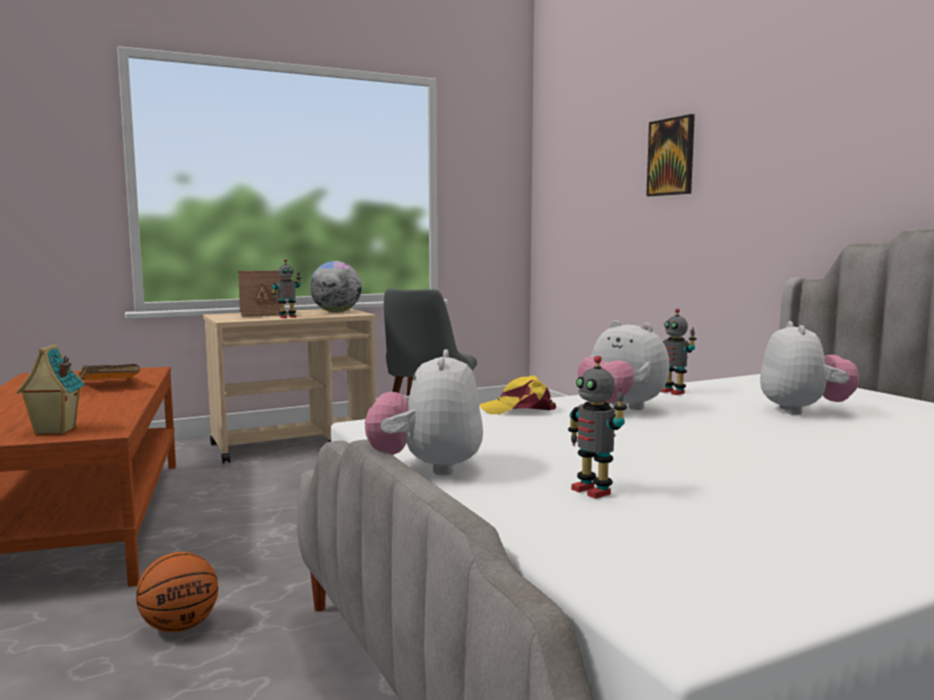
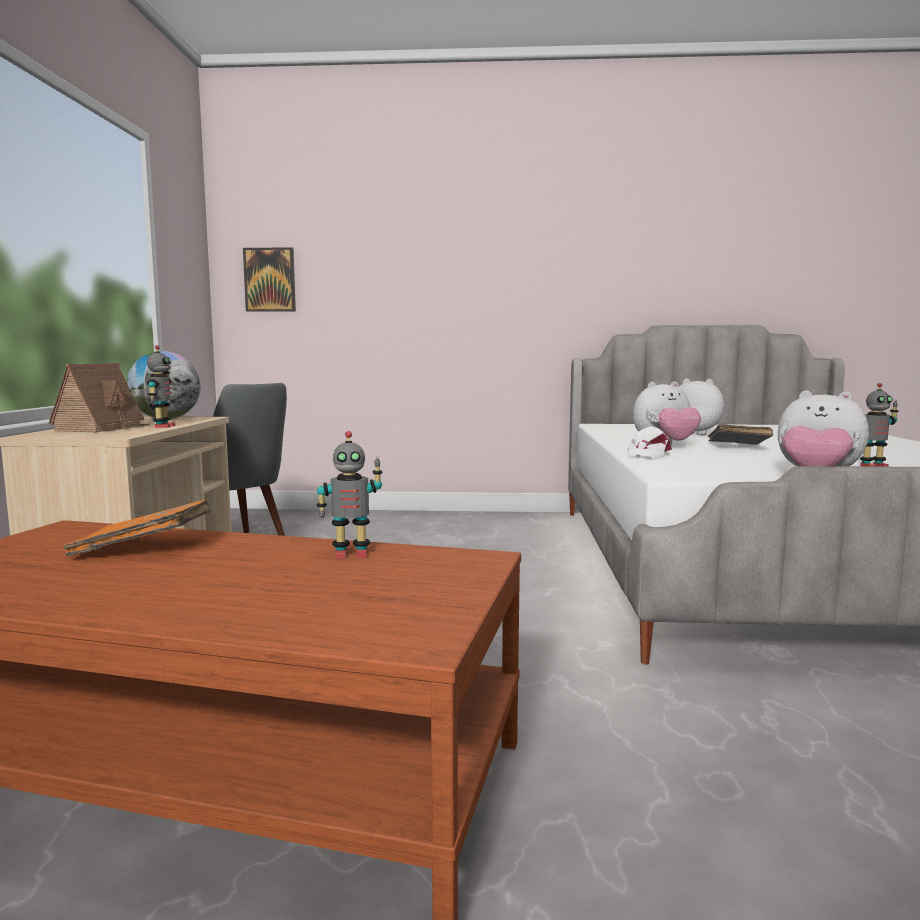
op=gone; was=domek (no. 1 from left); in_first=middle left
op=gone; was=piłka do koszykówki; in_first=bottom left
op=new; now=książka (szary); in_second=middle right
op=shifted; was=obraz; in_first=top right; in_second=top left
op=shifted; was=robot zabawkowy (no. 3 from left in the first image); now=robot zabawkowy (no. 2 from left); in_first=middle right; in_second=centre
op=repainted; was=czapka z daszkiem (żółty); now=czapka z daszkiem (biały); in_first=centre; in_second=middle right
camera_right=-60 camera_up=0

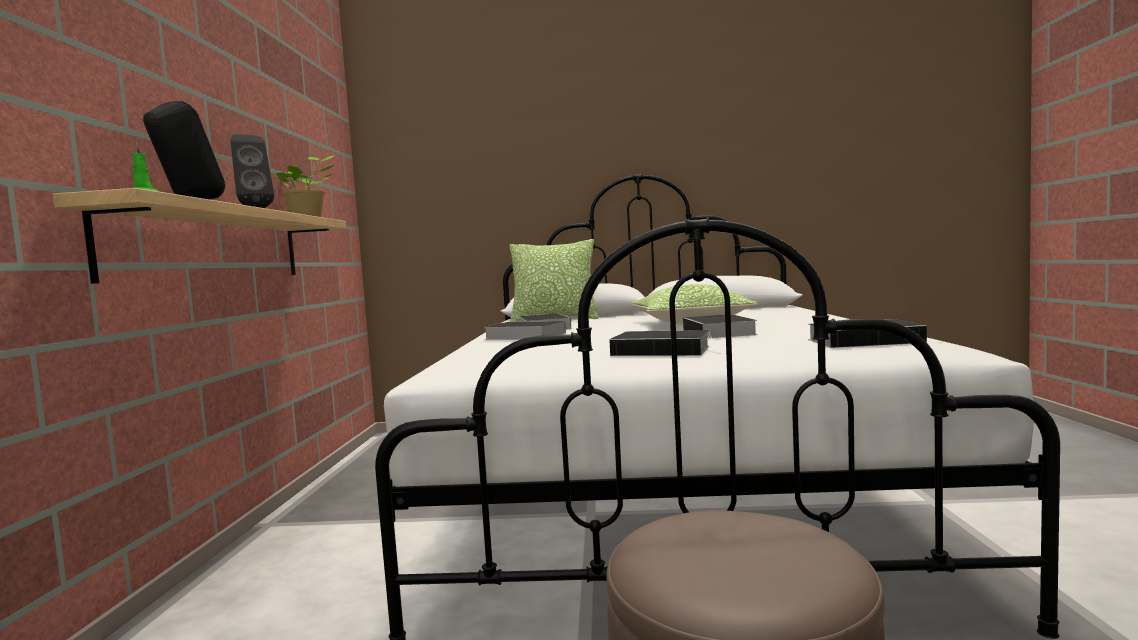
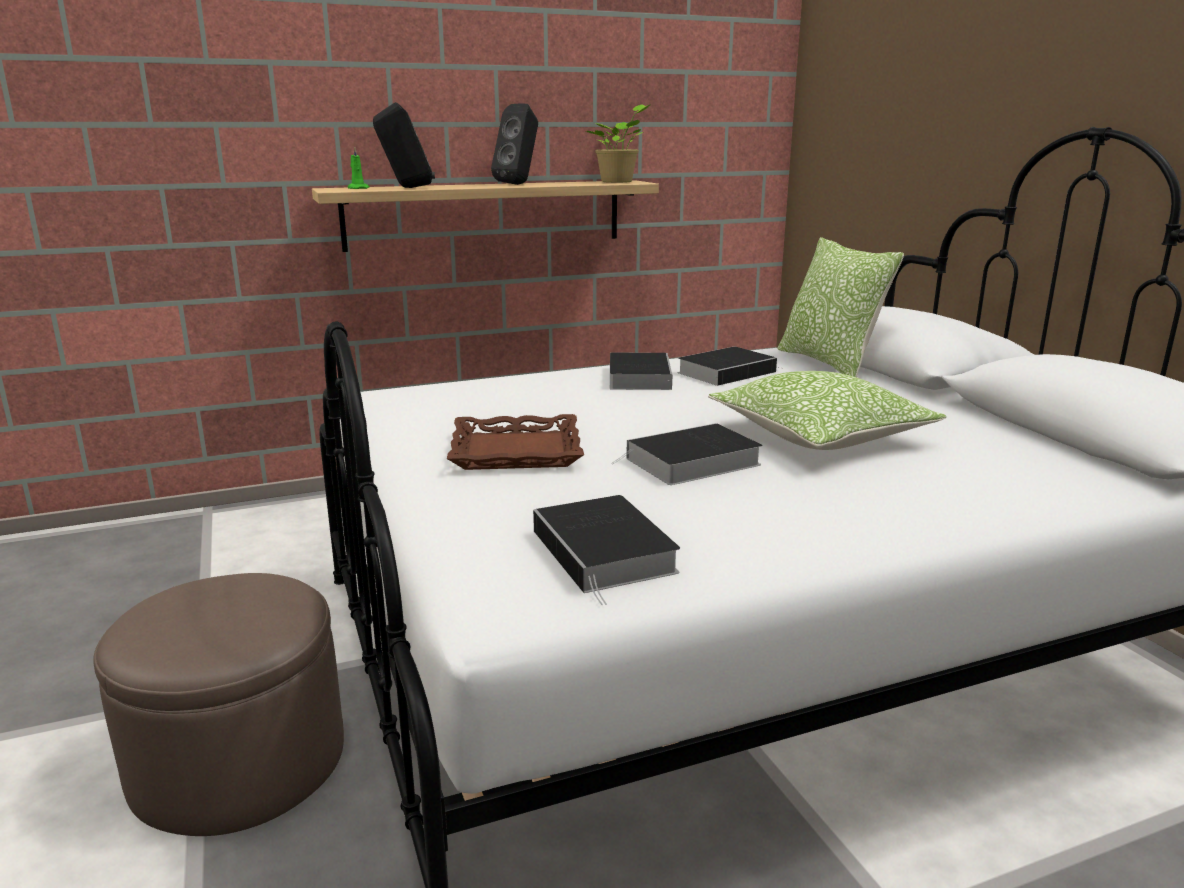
op=swapped; was=książka (no. 3 from left); now=taca (brązowy); in_first=centre; in_second=centre
camera_right=65 camera_up=15

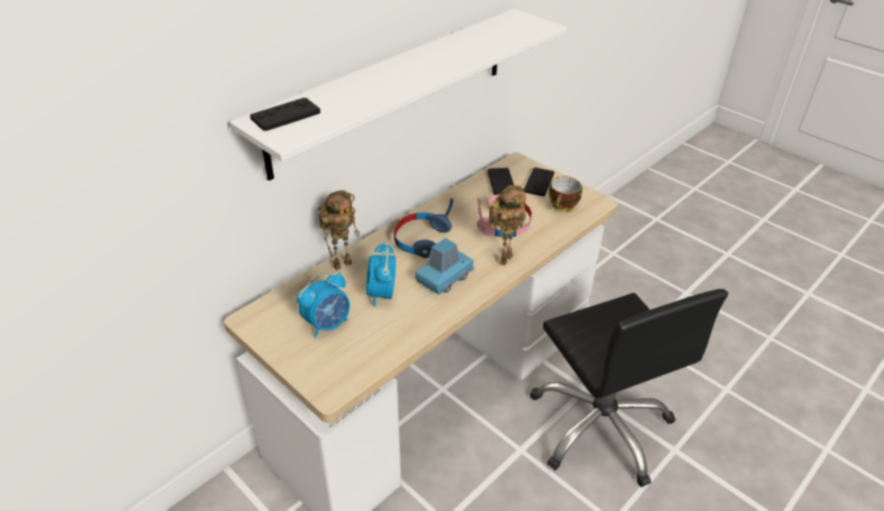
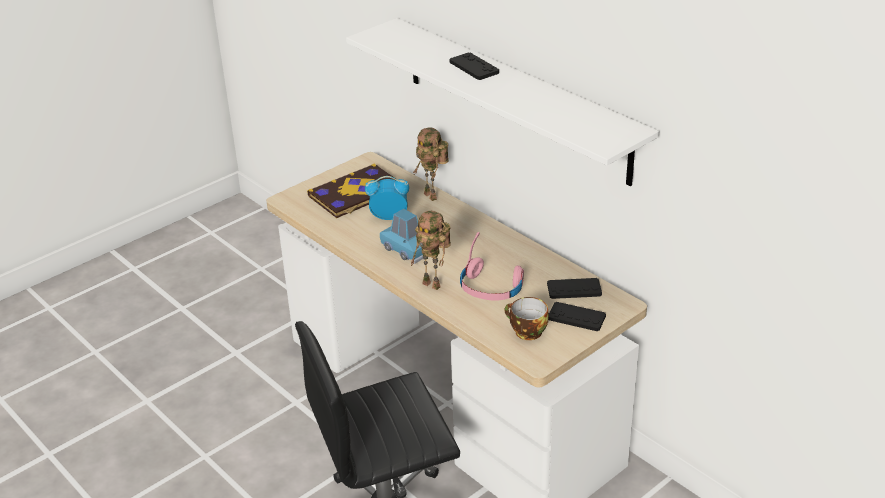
op=gone; was=słuchawki (niebieski); in_first=centre
op=shifted; was=pad do gier (czarny) (no. 1 from left); in_first=top left; in_second=top centre
op=swapped; was=budzik (no. 1 from left); now=książka; in_first=centre; in_second=centre
camera_right=95 camera_up=-5

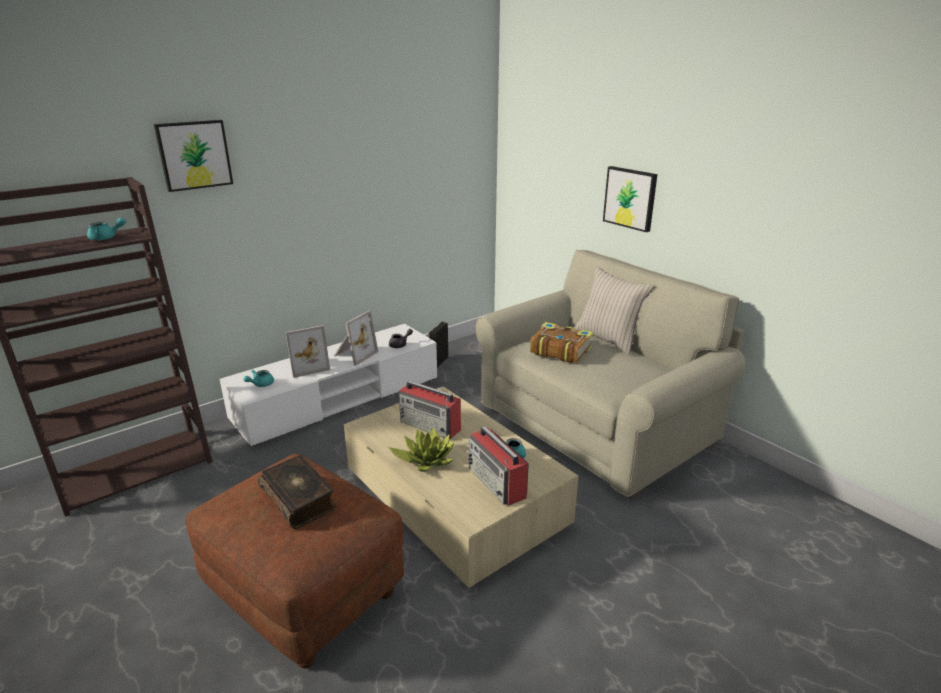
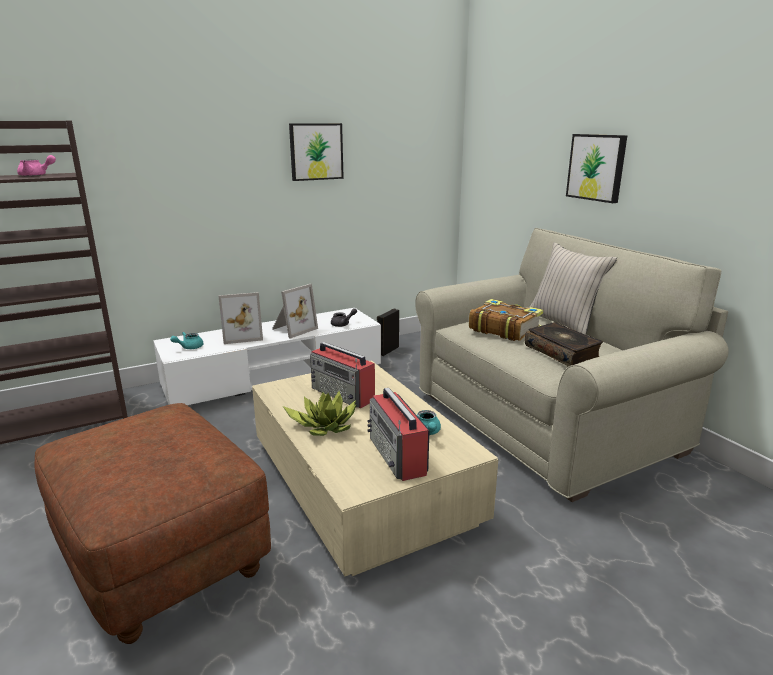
op=shifted; was=obraz (no. 1 from left); in_first=top left; in_second=top centre
op=shifted; was=książka (no. 1 from left in the first image); now=książka (no. 2 from left); in_first=bottom left; in_second=middle right
op=repainted; was=imbryk (turkusowy) (no. 1 from left); now=imbryk (różowy); in_first=top left; in_second=top left
camera_right=10 camera_up=-5

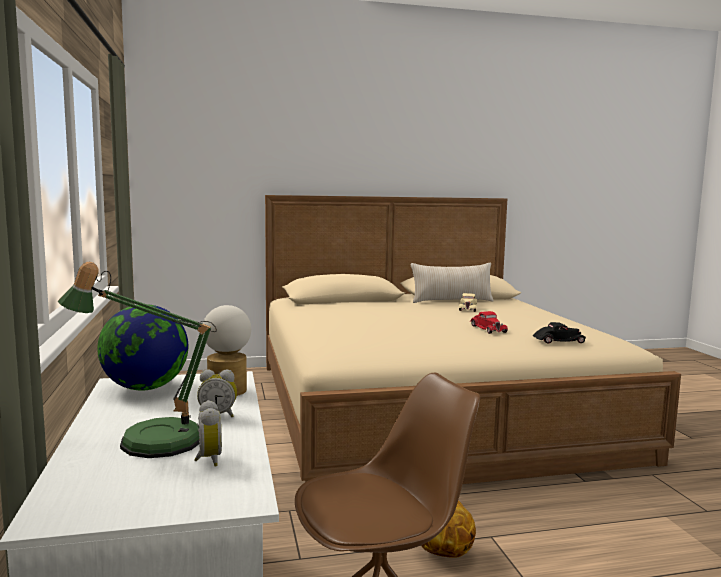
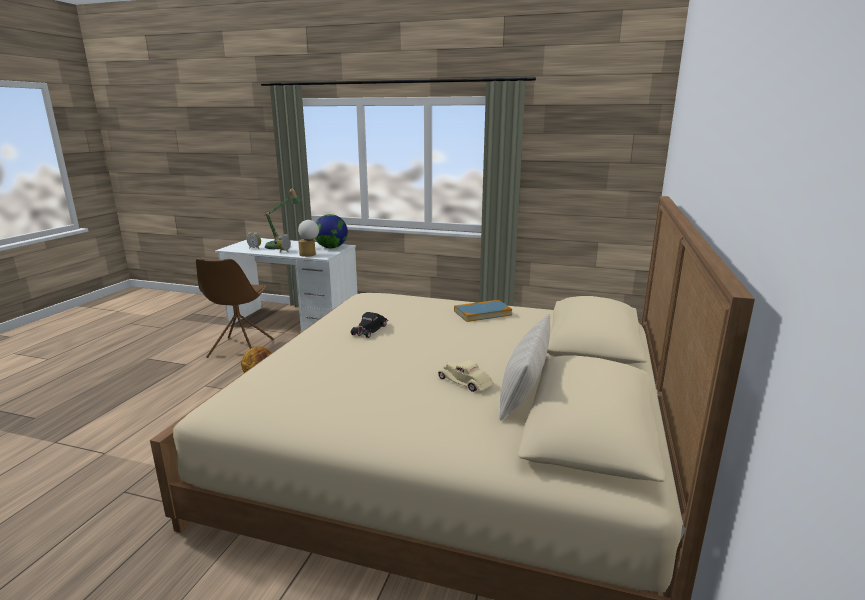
op=gone; was=samochodzik (czerwony); in_first=middle right
op=new; now=książka; in_second=centre
op=shifted; was=samochodzik (czarny); in_first=middle right; in_second=centre
camera_right=120 camera_up=10

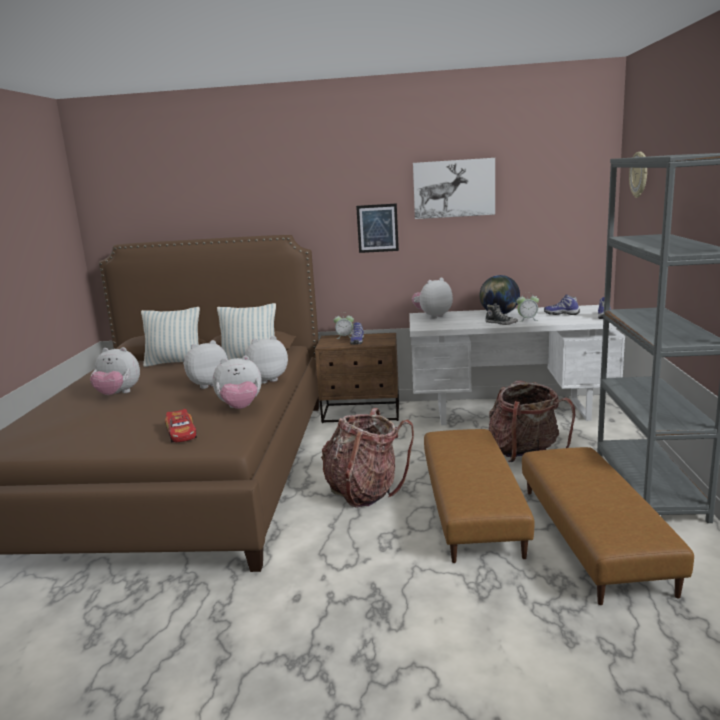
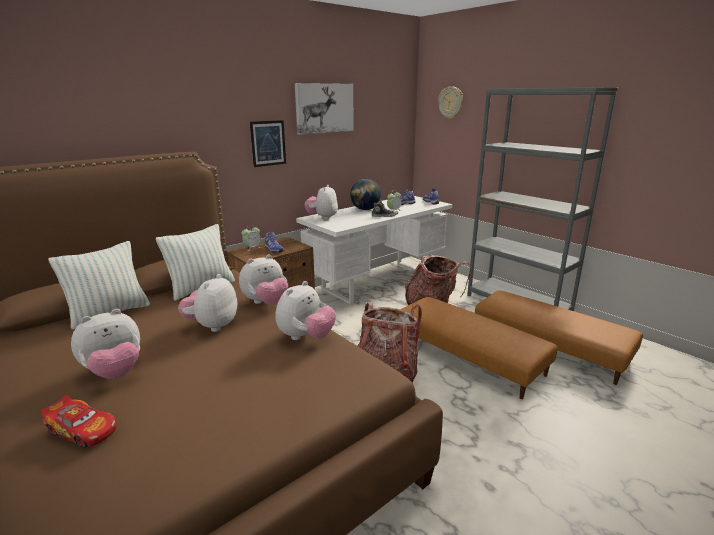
op=shifted; was=samochodzik; in_first=middle left; in_second=bottom left
op=rotated; was=pluszak (no. 4 from left in the first image); in_first=centre; in_second=centre; clockwise=-150
camera_right=-45 camera_up=5

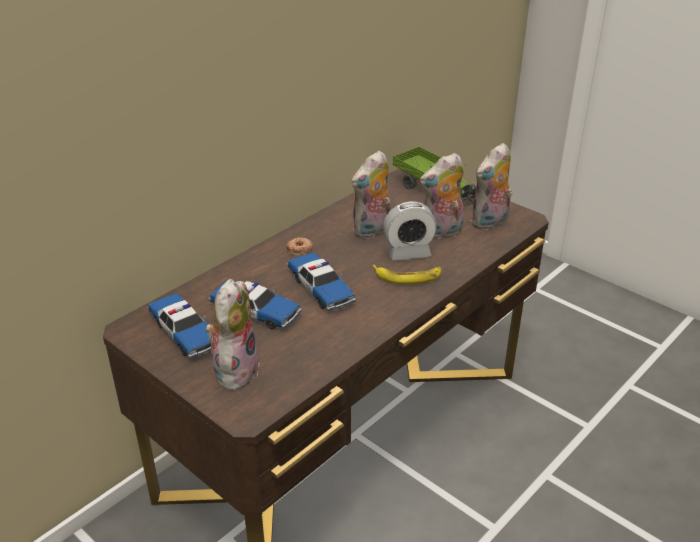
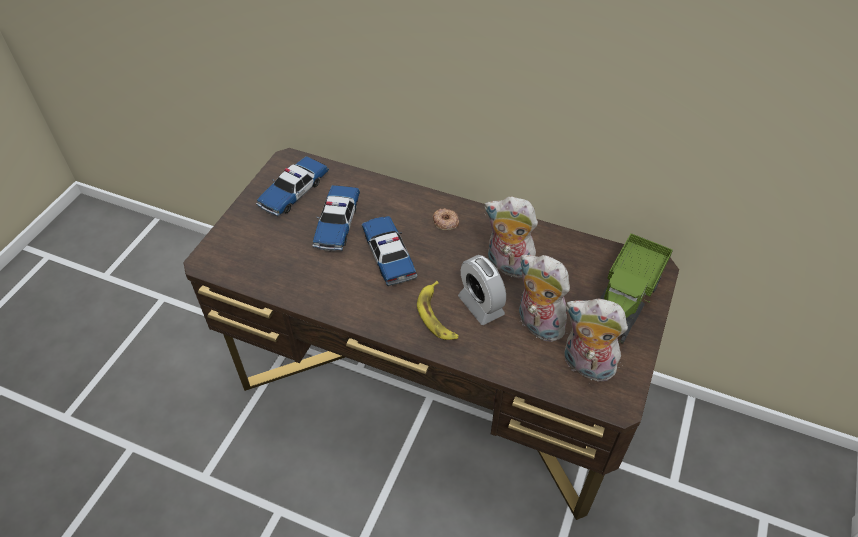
op=gone; was=pluszak (no. 1 from left); in_first=middle left
op=rotated; was=samochodzik (no. 3 from left); in_first=centre; in_second=centre; clockwise=120
camera_right=70 camera_up=15

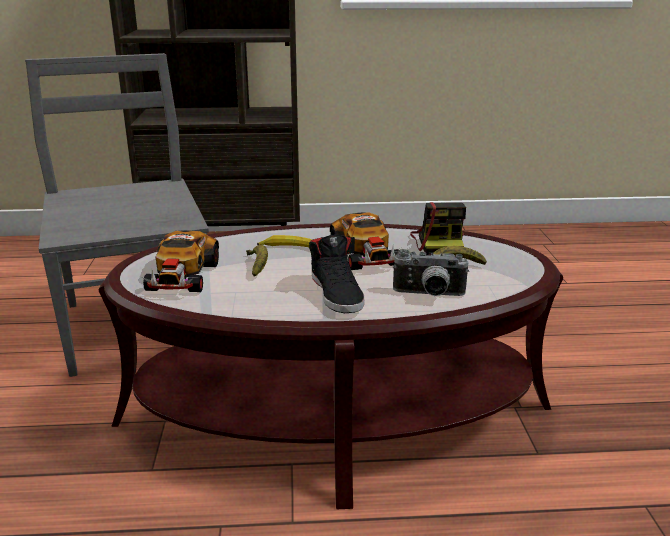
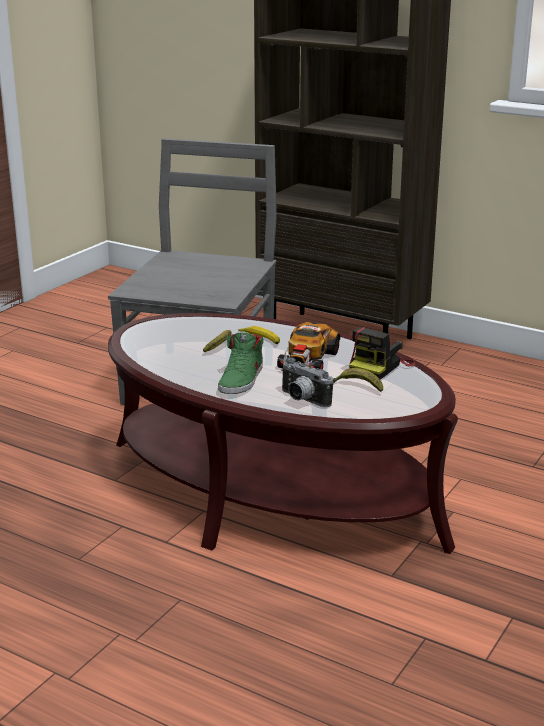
op=gone; was=samochodzik (no. 1 from left); in_first=middle left
op=repainted; was=but (czarny); now=but (zielony); in_first=centre; in_second=centre
camera_right=35 camera_up=0

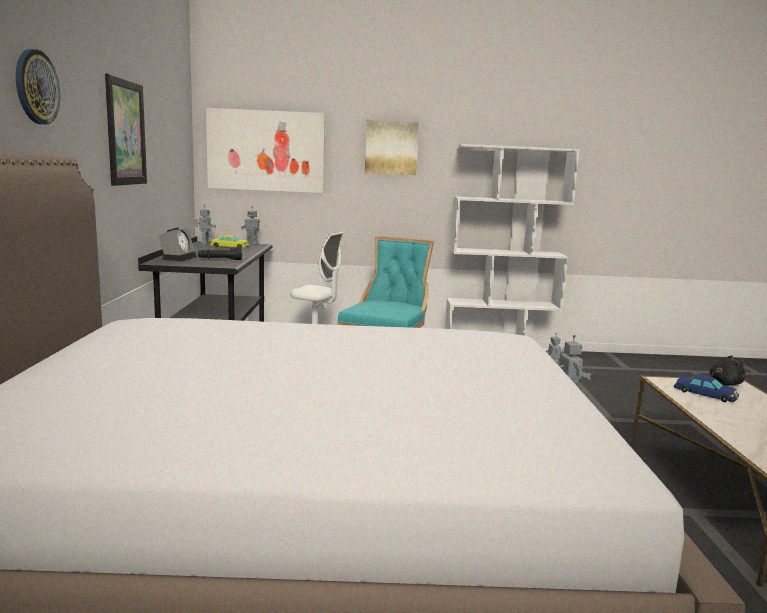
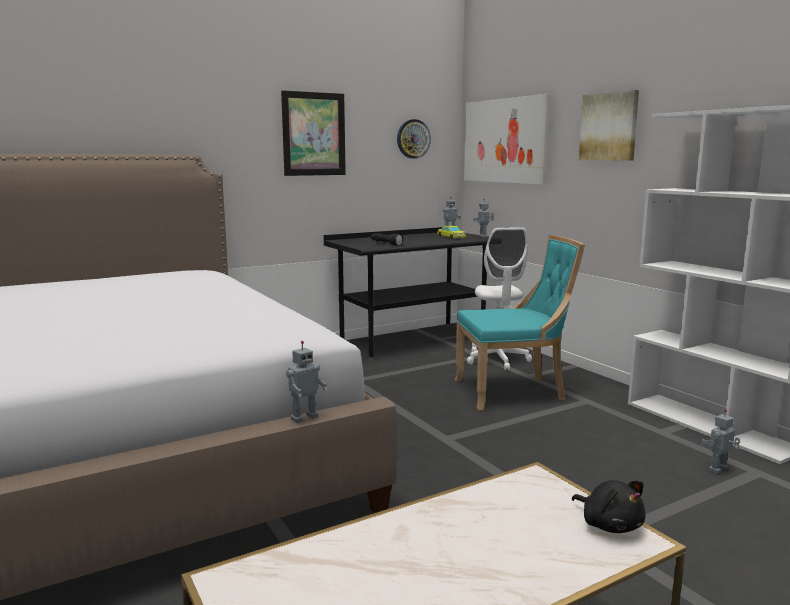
op=gone; was=budzik; in_first=middle left
op=gone; was=samochodzik (niebieski); in_first=middle right
op=shifted; was=zegar ścienny; in_first=top left; in_second=top centre
camera_right=60 camera_up=0

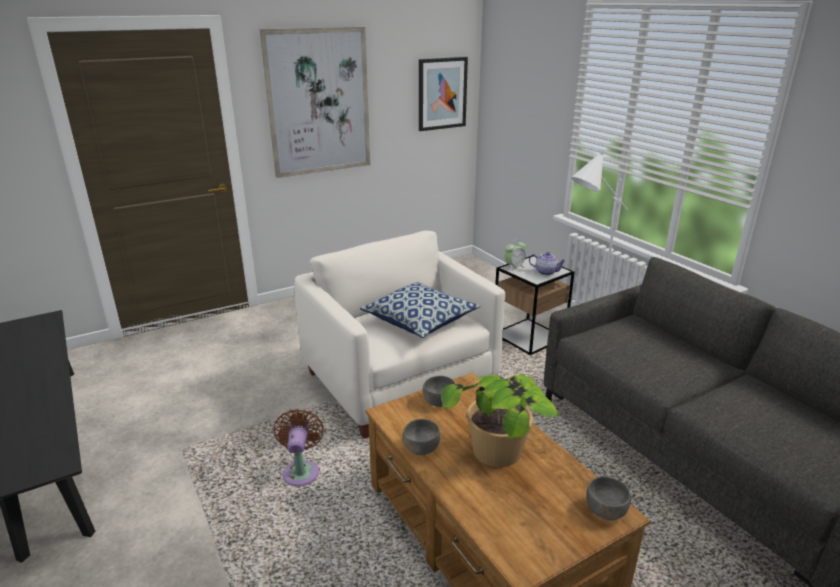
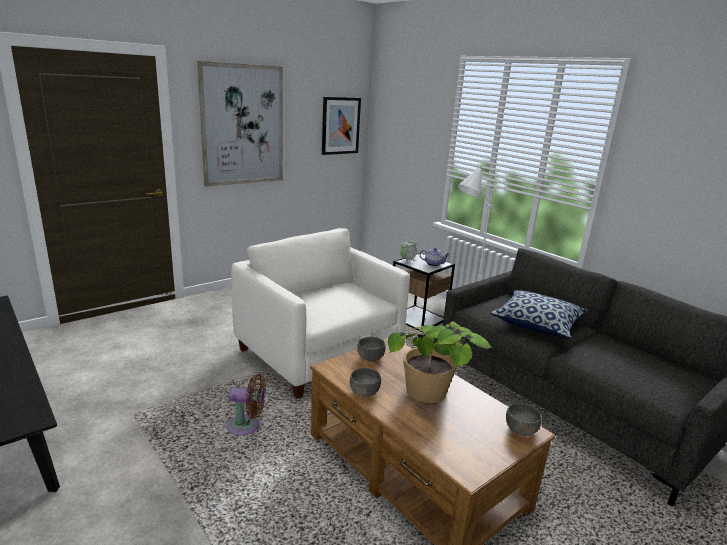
op=shifted; was=poduszka; in_first=centre; in_second=middle right
op=rotated; was=wentylator (brązowy); in_first=bottom centre; in_second=bottom centre; clockwise=105
camera_right=-10 camera_up=-5

